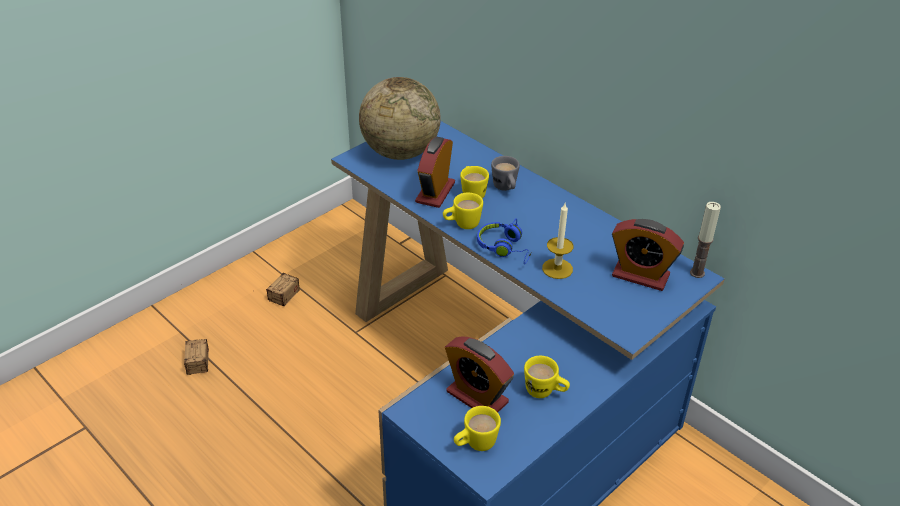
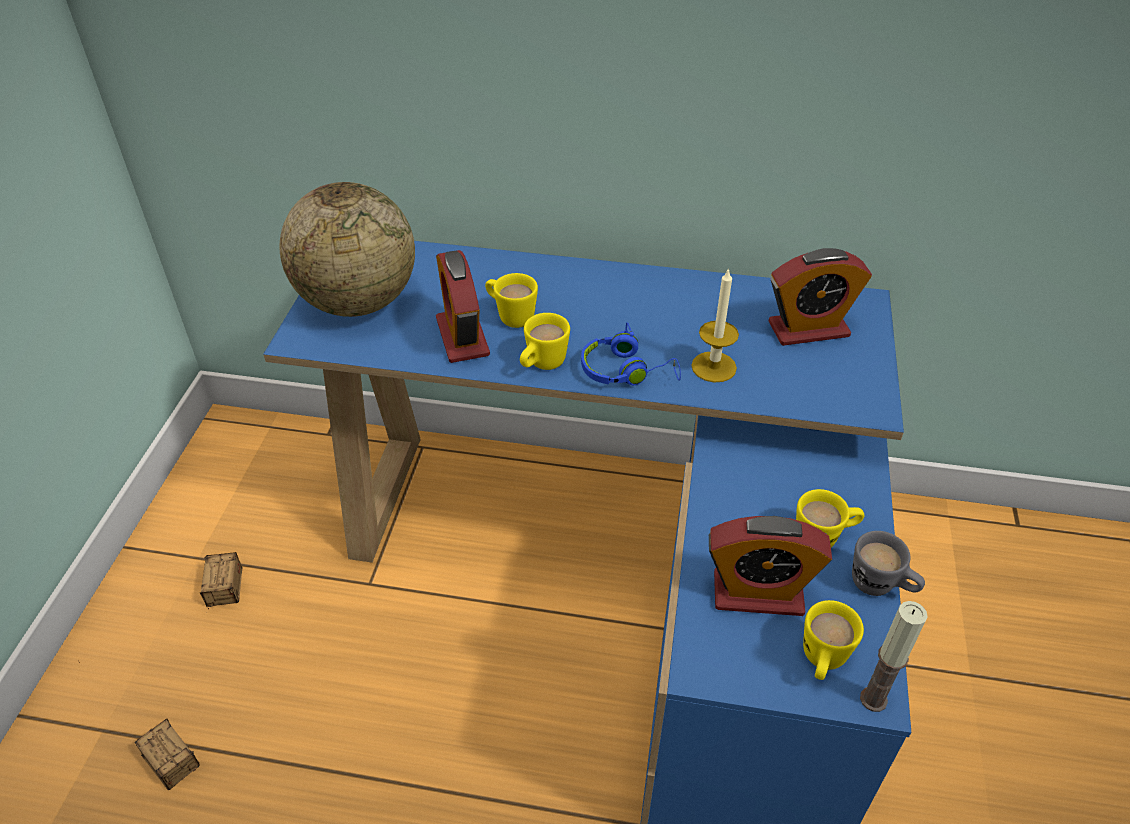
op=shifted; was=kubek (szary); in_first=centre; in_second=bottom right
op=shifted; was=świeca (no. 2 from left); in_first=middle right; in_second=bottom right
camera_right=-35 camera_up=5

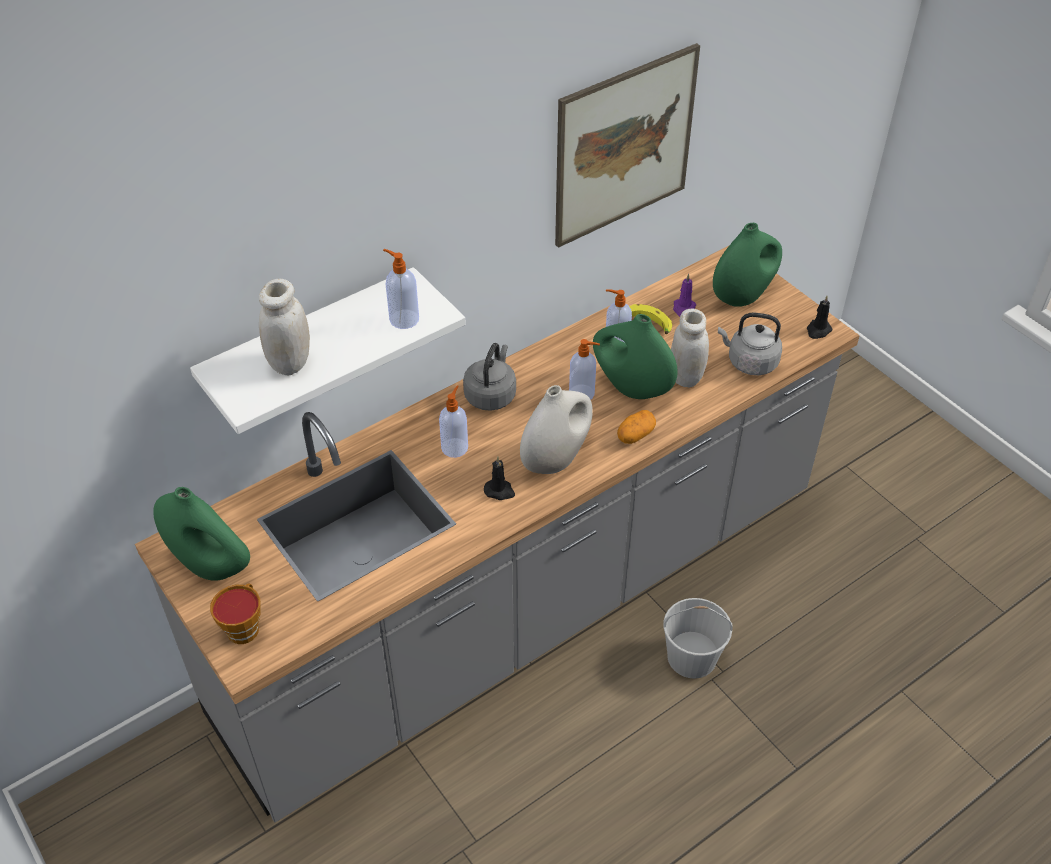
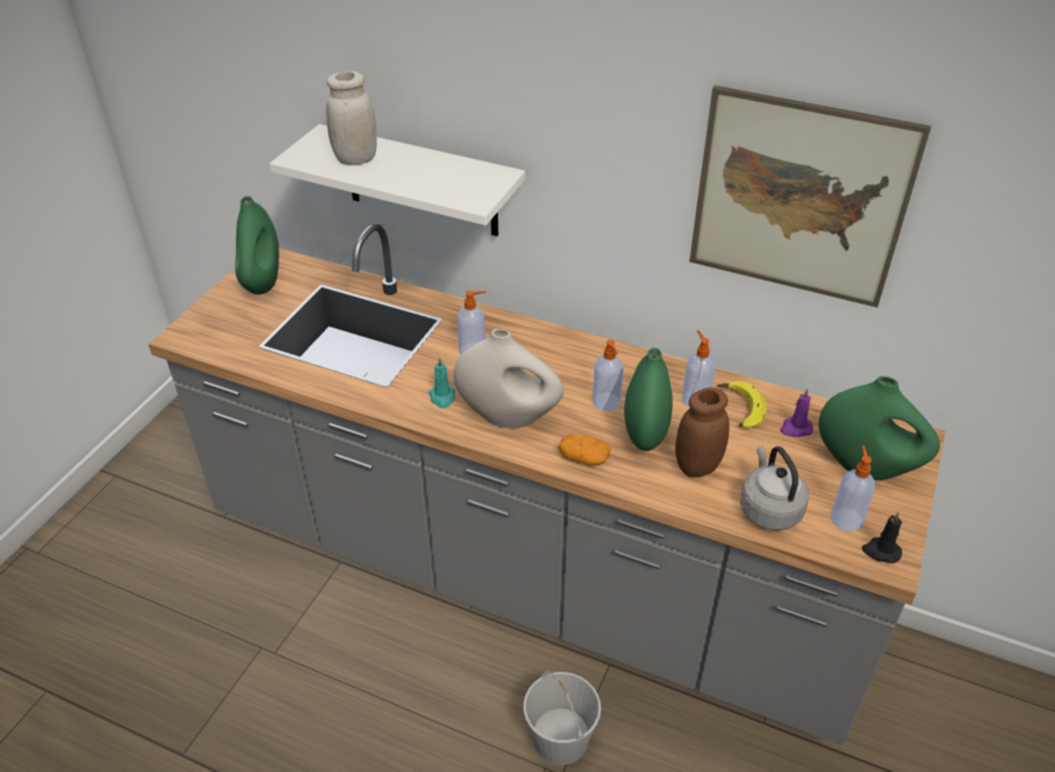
op=gone; was=filiżanka; in_first=bottom left
op=gone; was=czajnik (szary) (no. 1 from left); in_first=centre
op=shifted; was=dozownik mydła (no. 1 from left in the first image); now=dozownik mydła (no. 4 from left); in_first=centre; in_second=middle right
op=repainted; was=świeca (czarny) (no. 1 from left); now=świeca (turkusowy); in_first=centre; in_second=centre
op=repainted; was=słoik (biały) (no. 2 from left); now=słoik (brązowy); in_first=centre; in_second=centre
camera_right=60 camera_up=-5

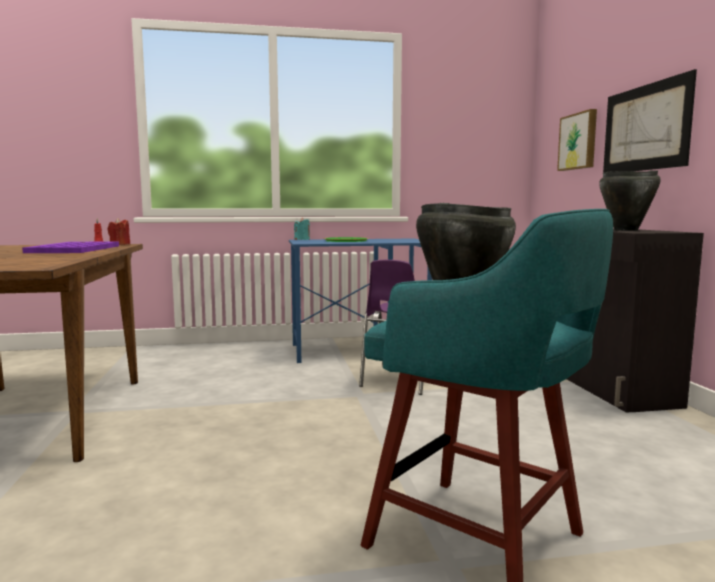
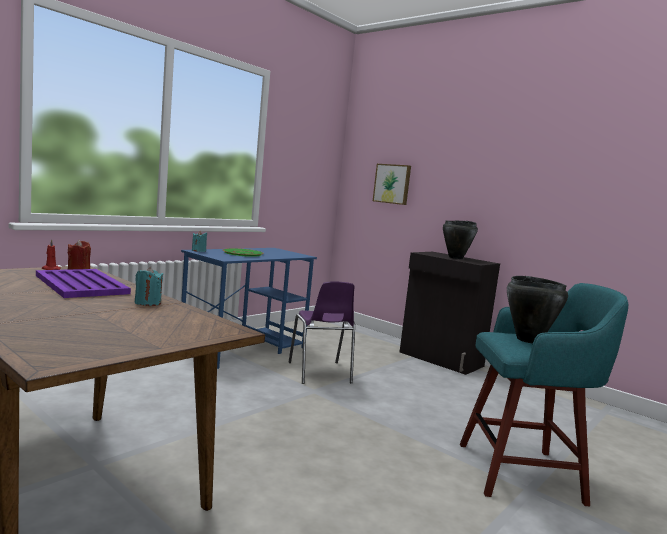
op=gone; was=obraz (no. 2 from left); in_first=top right
op=new; now=świeca (turkusowy) (no. 1 from left); in_second=middle left
camera_right=-40 camera_up=0

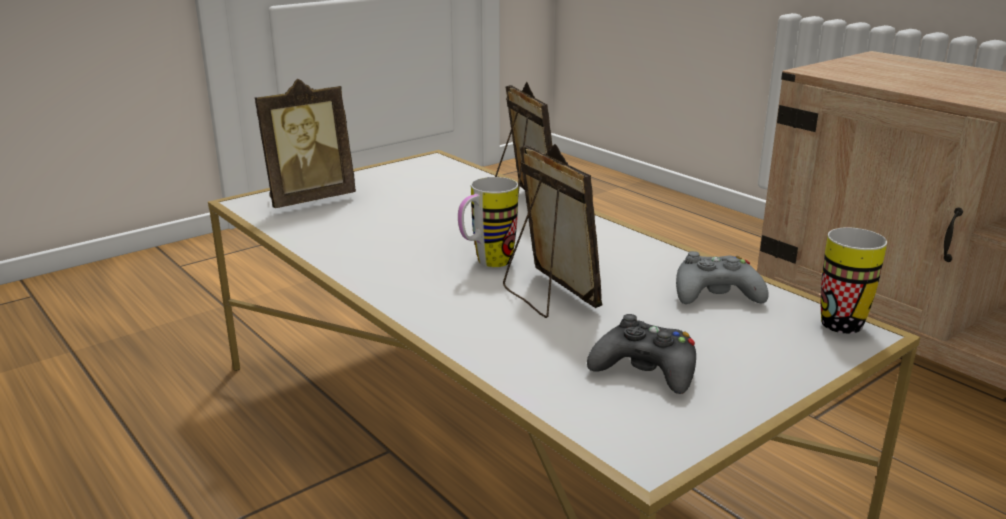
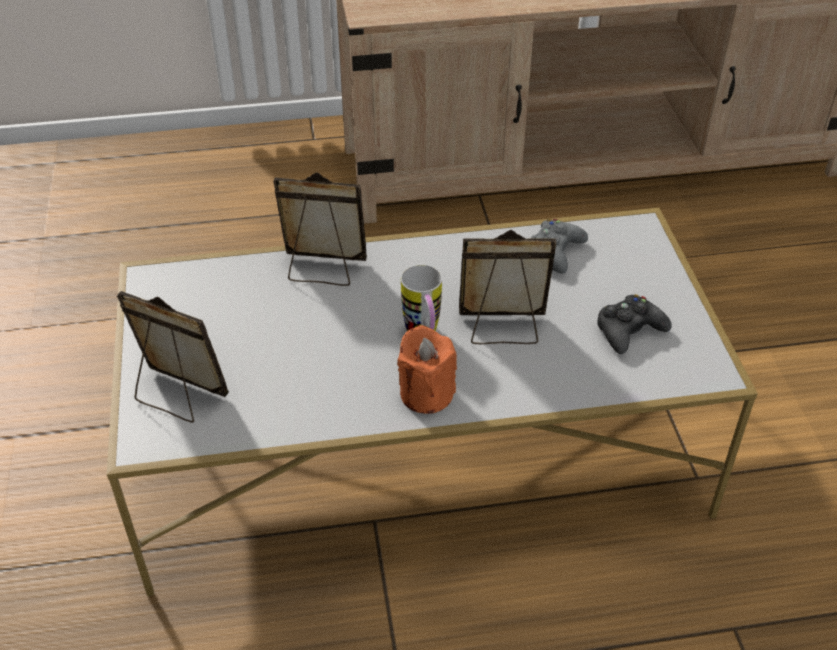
op=gone; was=kubek (no. 2 from left); in_first=middle right
op=new; now=świeca (pomarańczowy); in_second=centre
op=rotated; was=ramka na zdjęcie (no. 1 from left); in_first=top left; in_second=middle left; clockwise=-60
camera_right=-60 camera_up=20

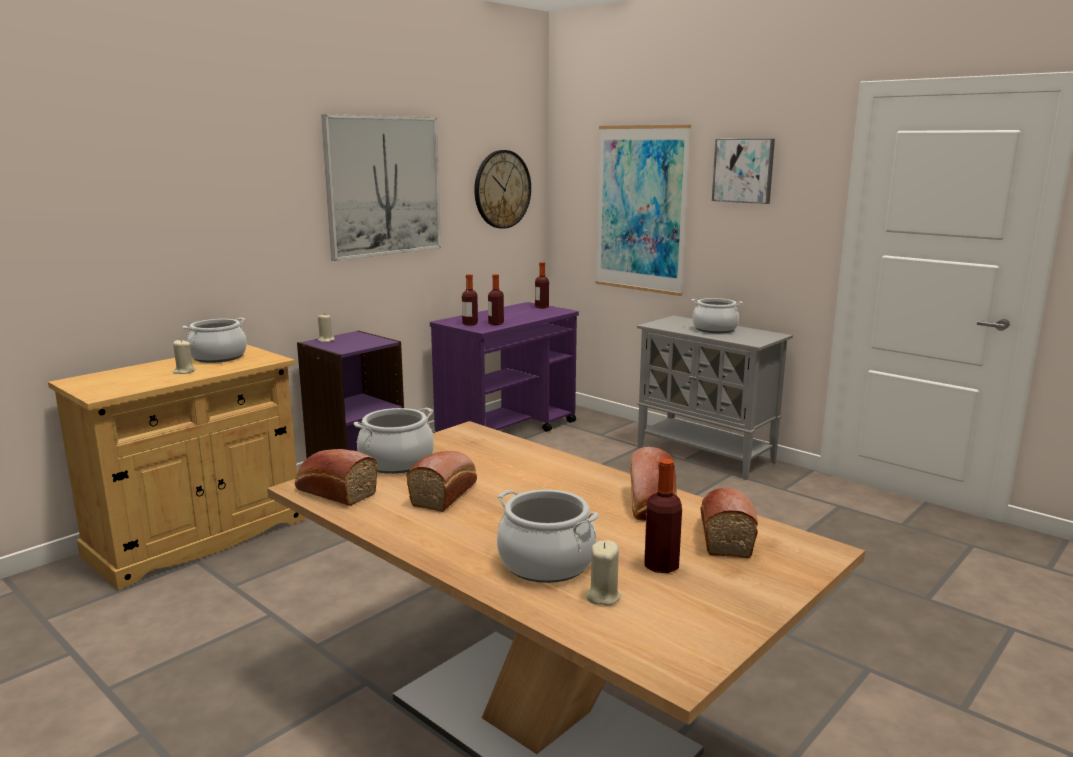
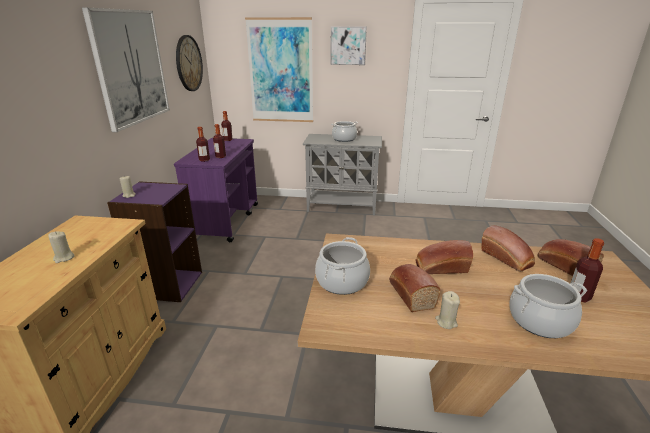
op=gone; was=garnek (no. 1 from left); in_first=middle left
op=shifted; was=chleb (no. 1 from left in the first image); now=chleb (no. 2 from left); in_first=middle left; in_second=middle right
op=shifted; was=świeca (beżowy) (no. 3 from left); in_first=bottom centre; in_second=bottom right
camera_right=-35 camera_up=10

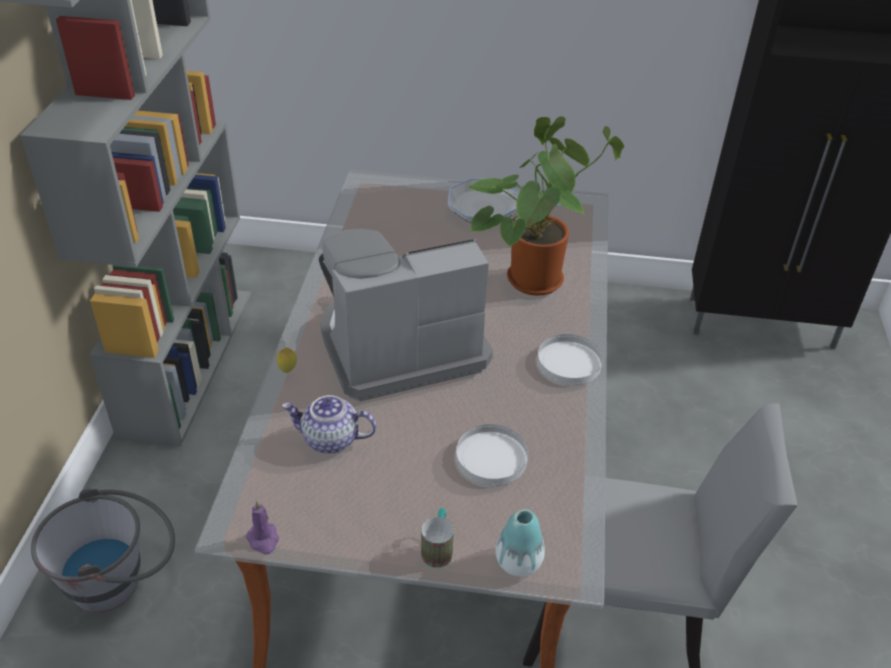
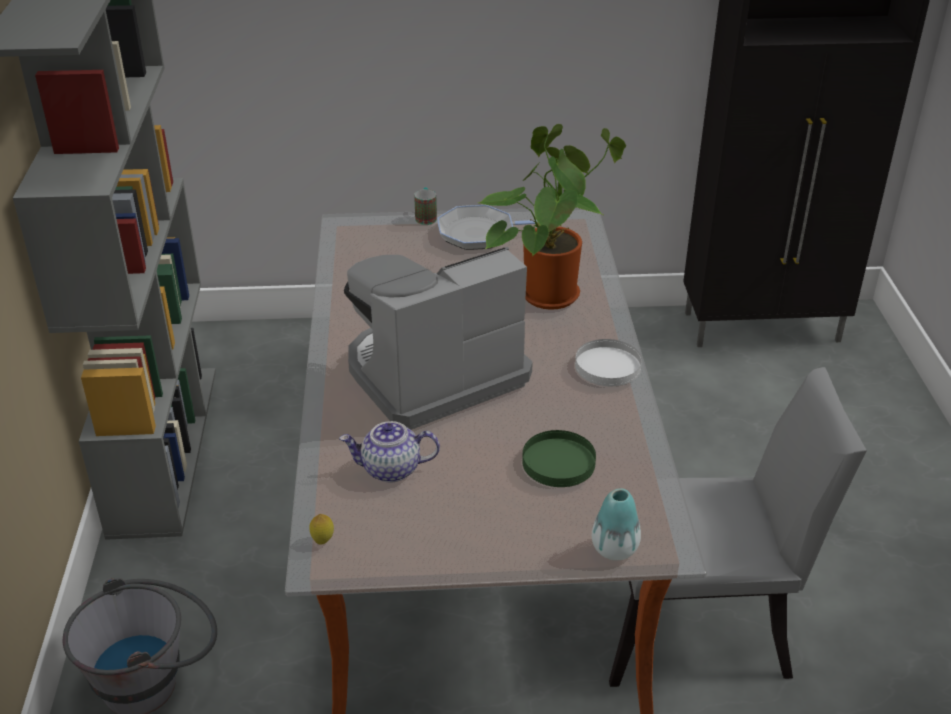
op=gone; was=świeca (fioletowy); in_first=bottom left
op=shifted; was=cytryna; in_first=middle left; in_second=bottom centre
op=shifted; was=kubek; in_first=bottom centre; in_second=top centre
op=repainted; was=talerz (biały) (no. 1 from left); now=talerz (zielony); in_first=bottom centre; in_second=centre
camera_right=-10 camera_up=-5

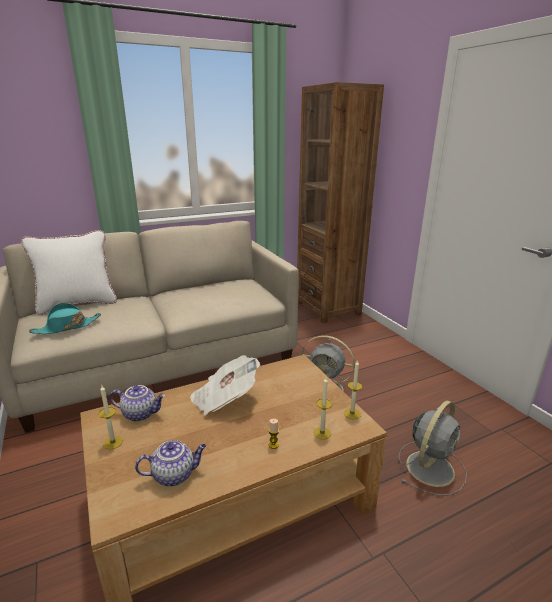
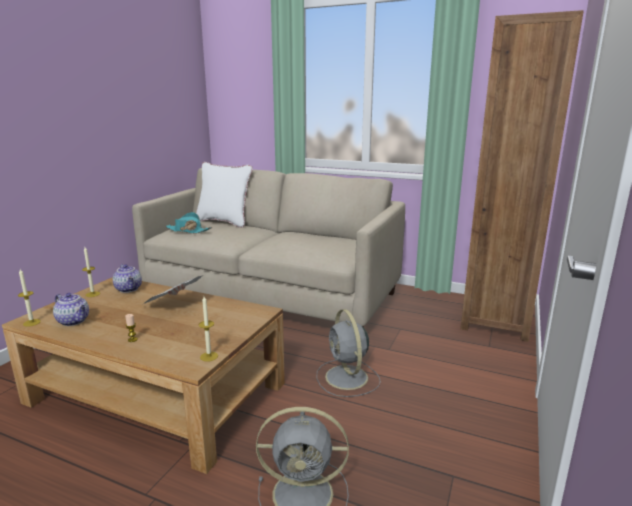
op=shifted; was=świeca (no. 3 from left in the first image); now=świeca (no. 1 from left); in_first=bottom centre; in_second=middle left
camera_right=50 camera_up=-5

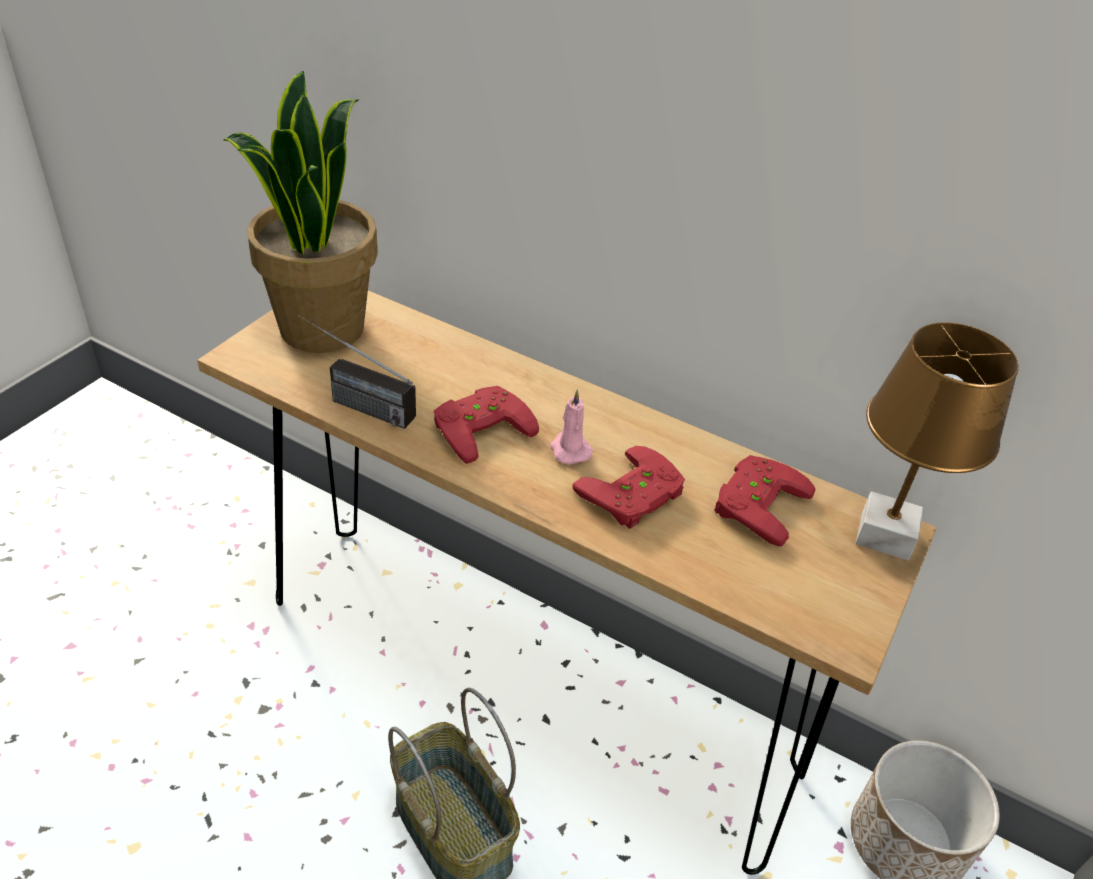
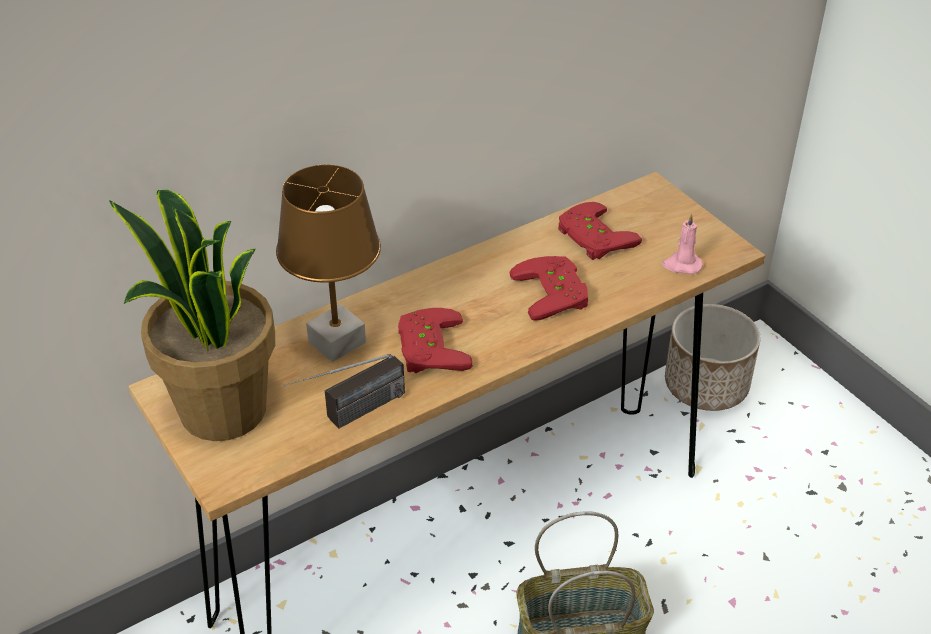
op=shifted; was=świeca (różowy); in_first=centre; in_second=middle right
op=shifted; was=lampa stołowa (brązowy); in_first=middle right; in_second=centre
camera_right=-60 camera_up=0

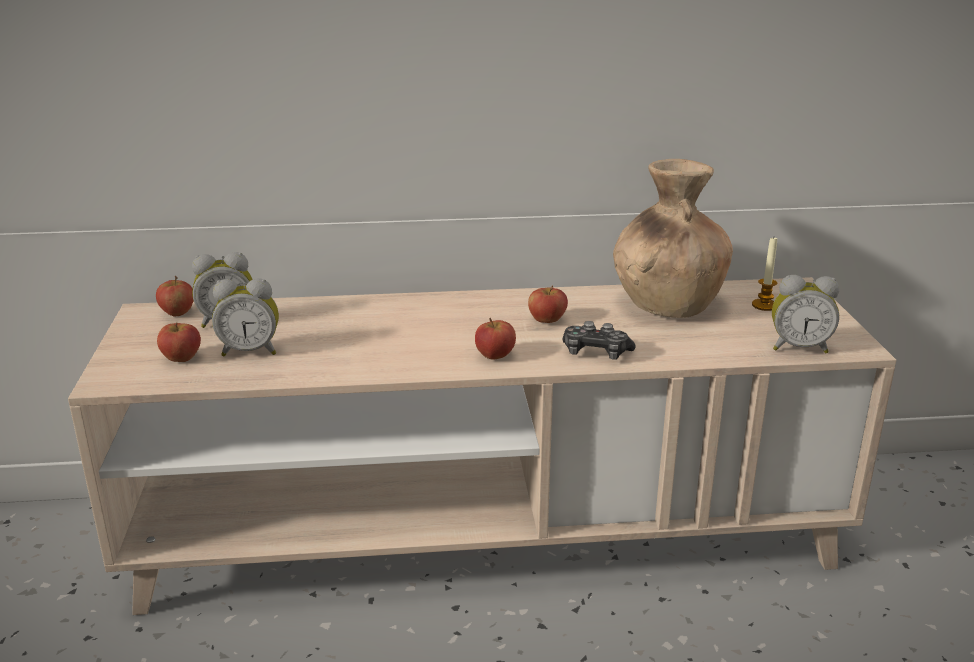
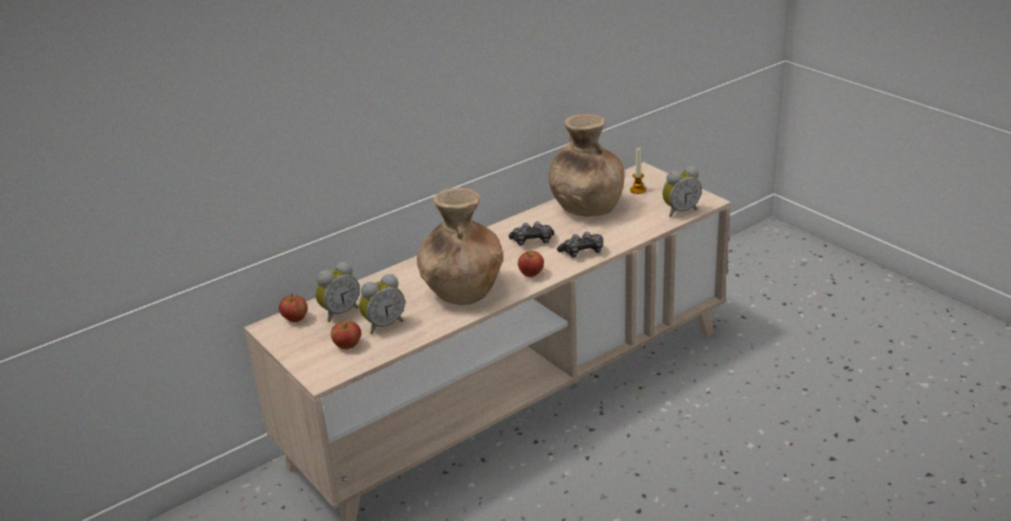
op=new; now=wazon (brązowy) (no. 1 from left); in_second=centre
op=swapped; was=jabłko (no. 4 from left); now=pad do gier (no. 1 from left); in_first=centre; in_second=centre
camera_right=-30 camera_up=5

